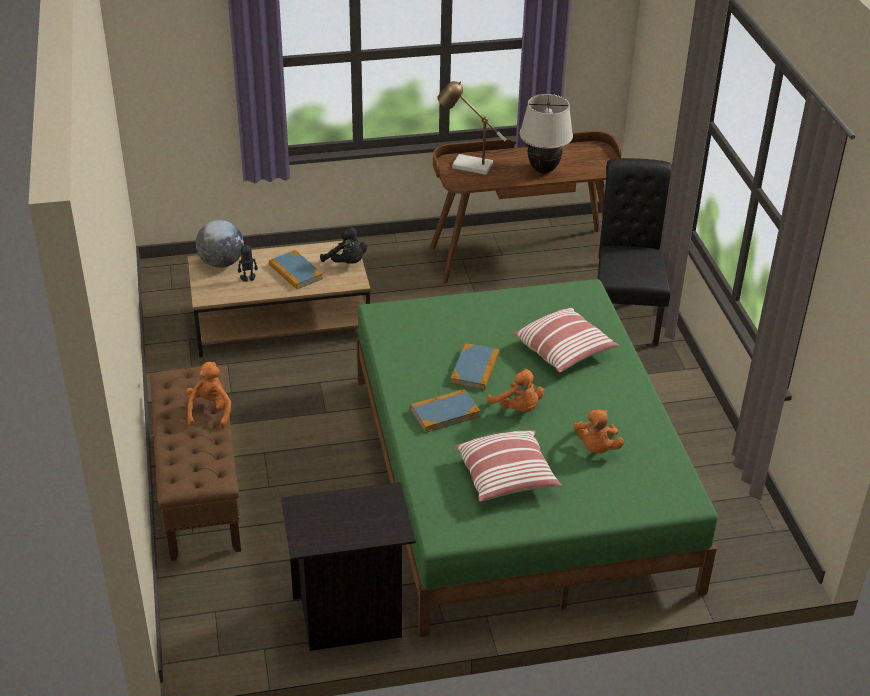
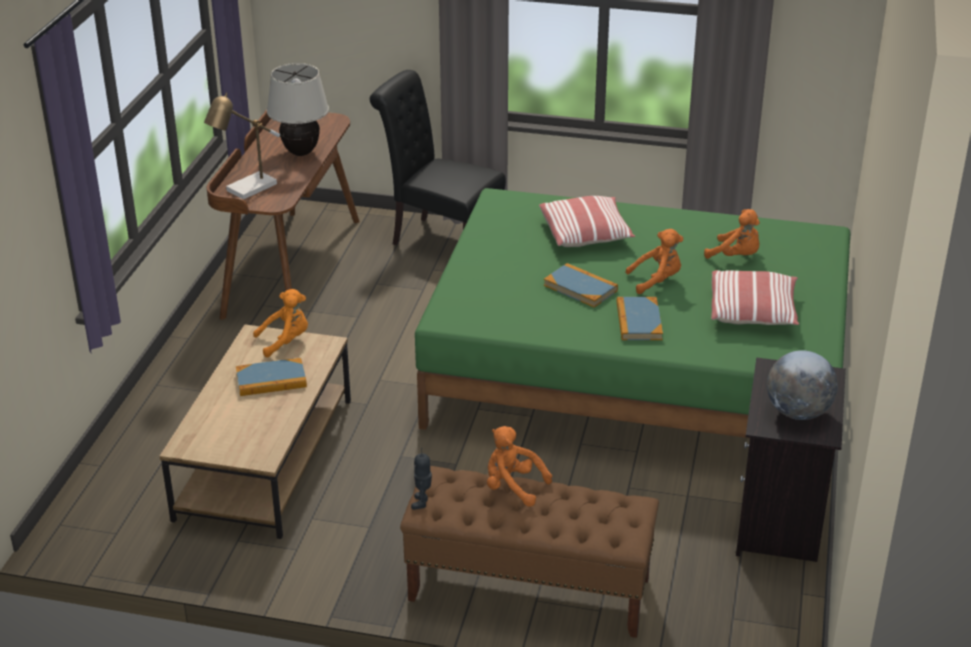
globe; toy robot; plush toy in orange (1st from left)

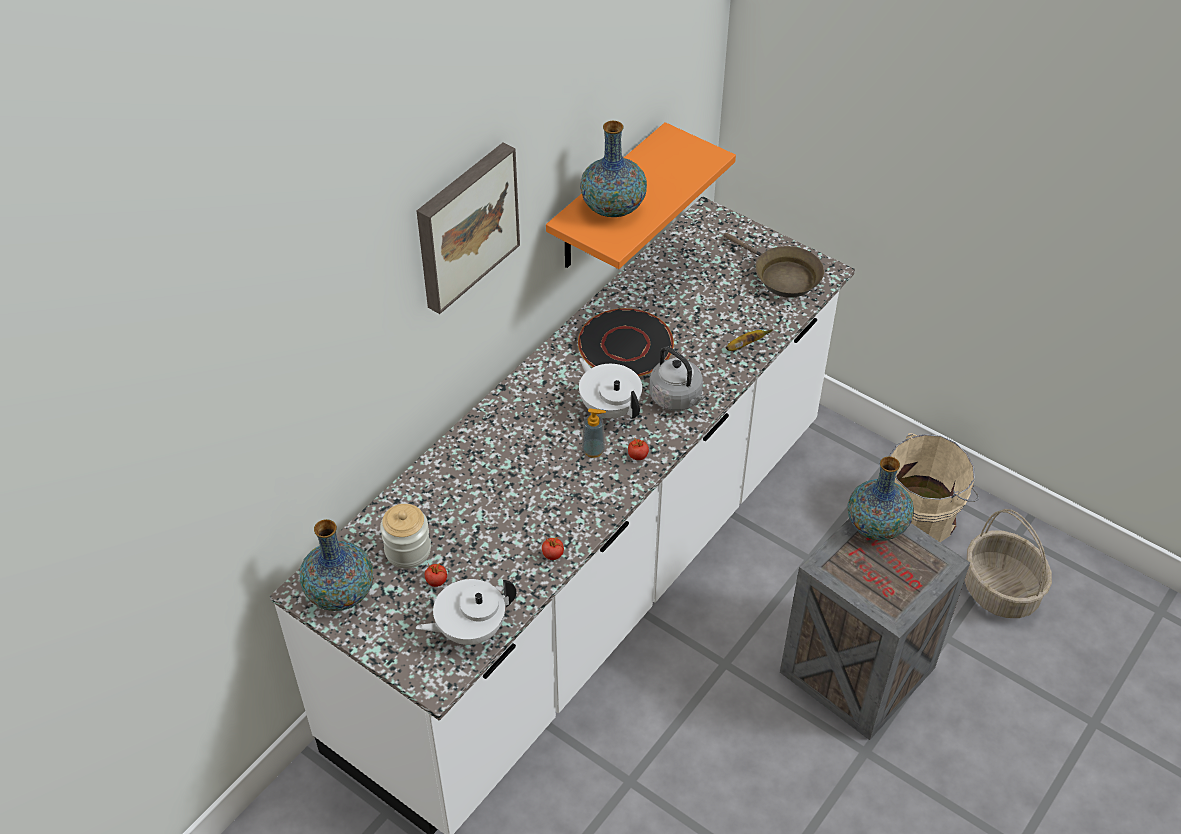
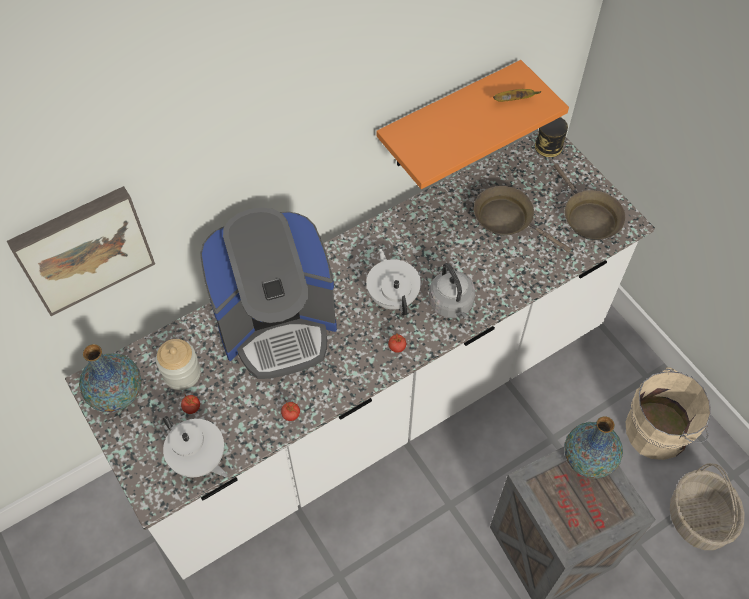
teapot in white (1st from left); picture; plate in black; vase (2nd from left in the first image); soap dispenser; banana; coffee machine; frying pan in brown (1st from left); can

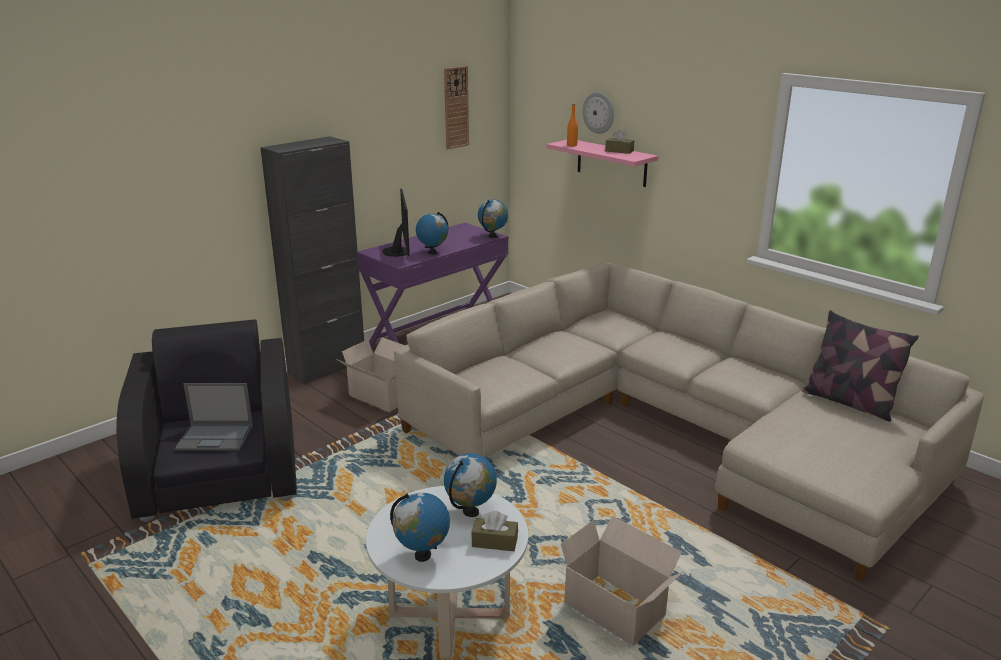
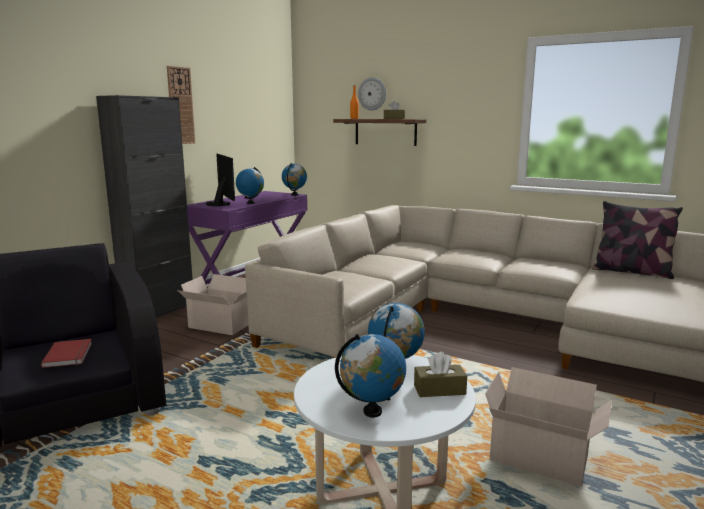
book in red; wall clock (1st from left); shelf in brown

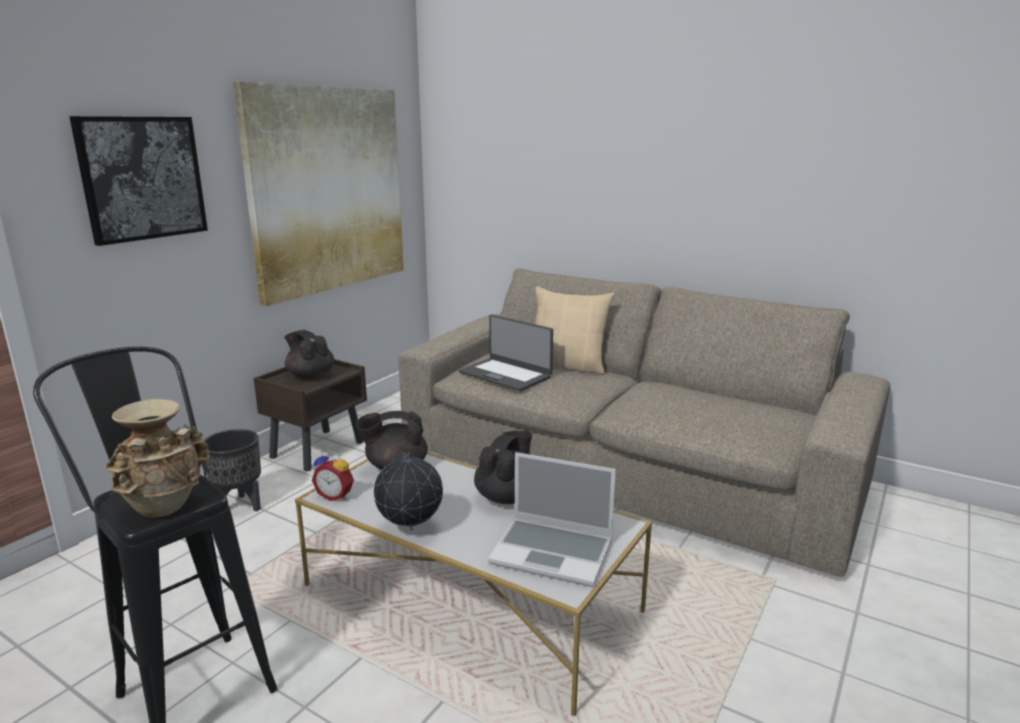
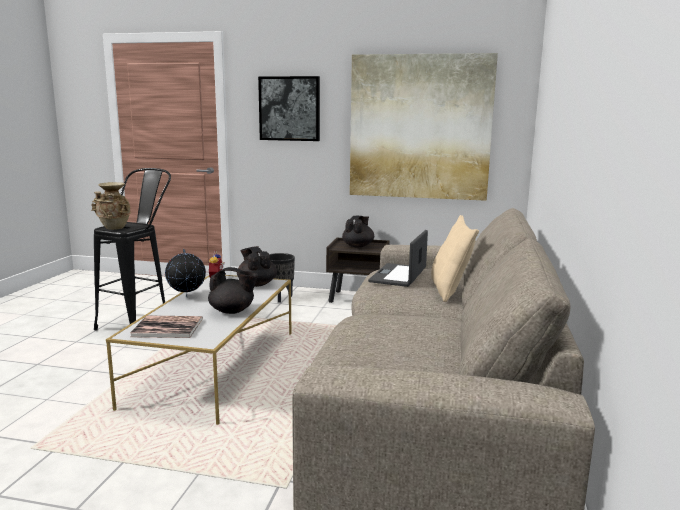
book

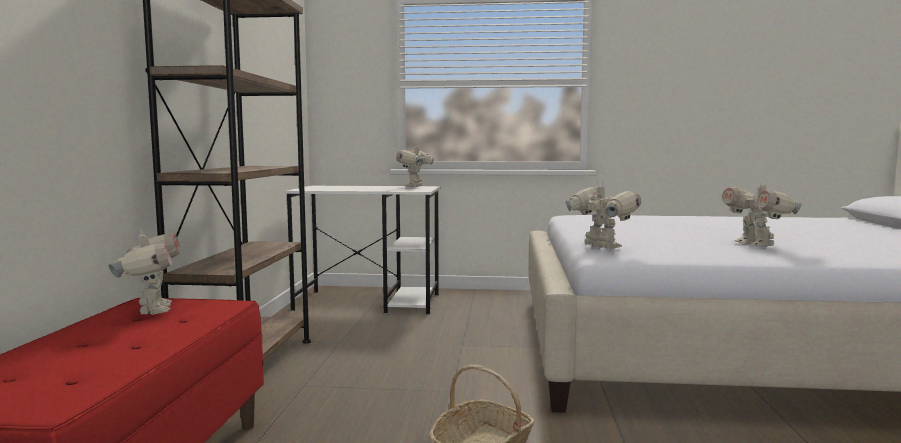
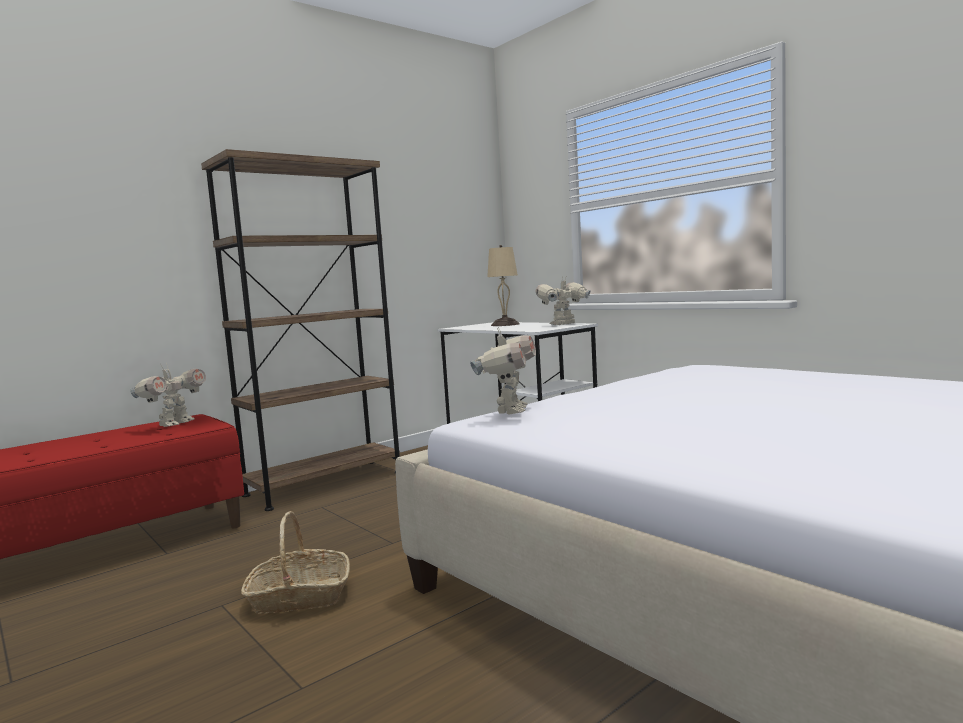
toy robot (4th from left in the first image); table lamp in beige

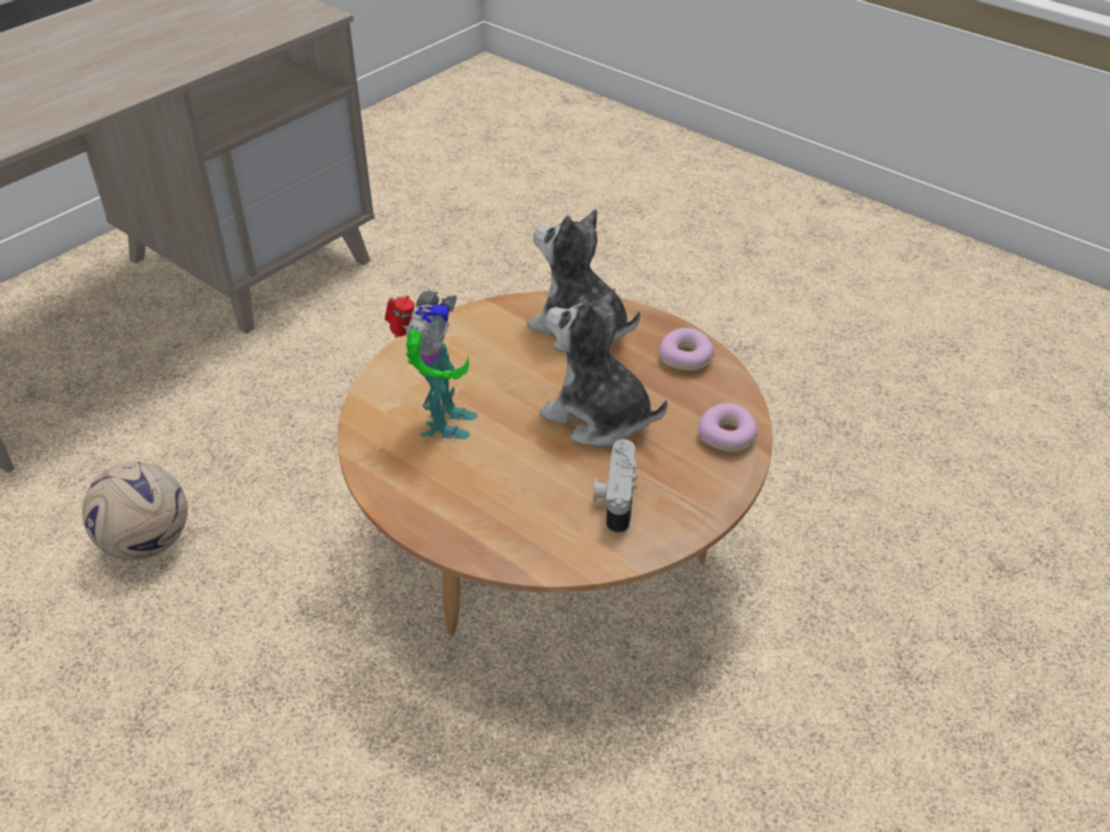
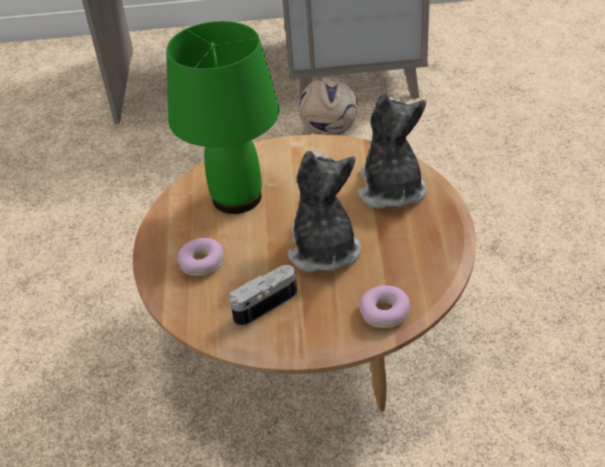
football; table lamp in green; donut (1st from left)

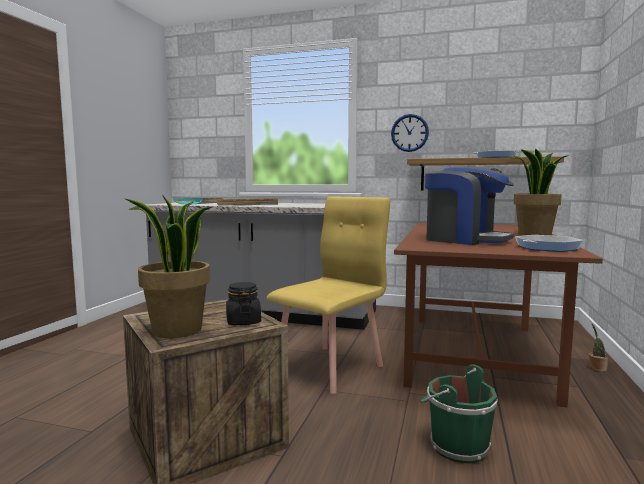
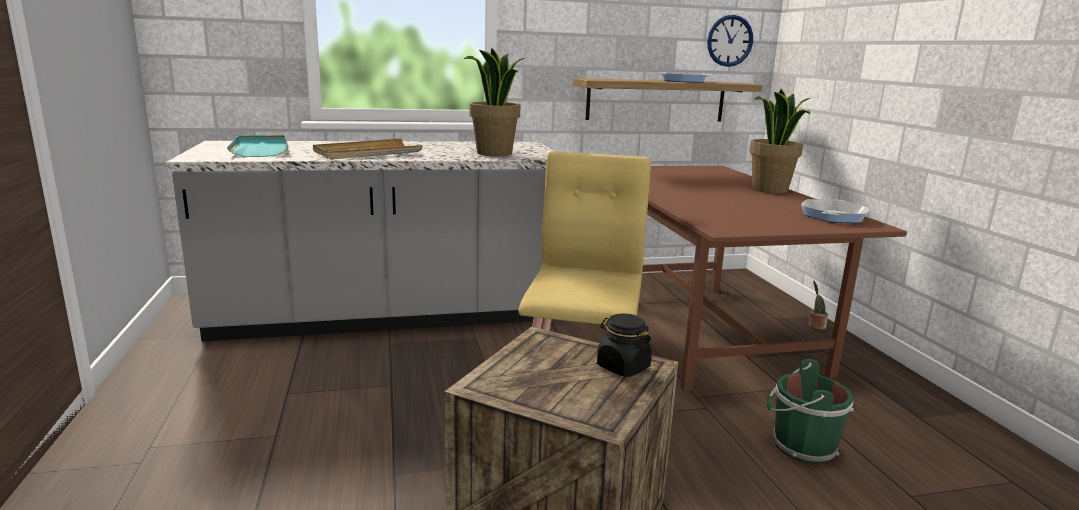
potted plant (1st from left); wall clock; coffee machine

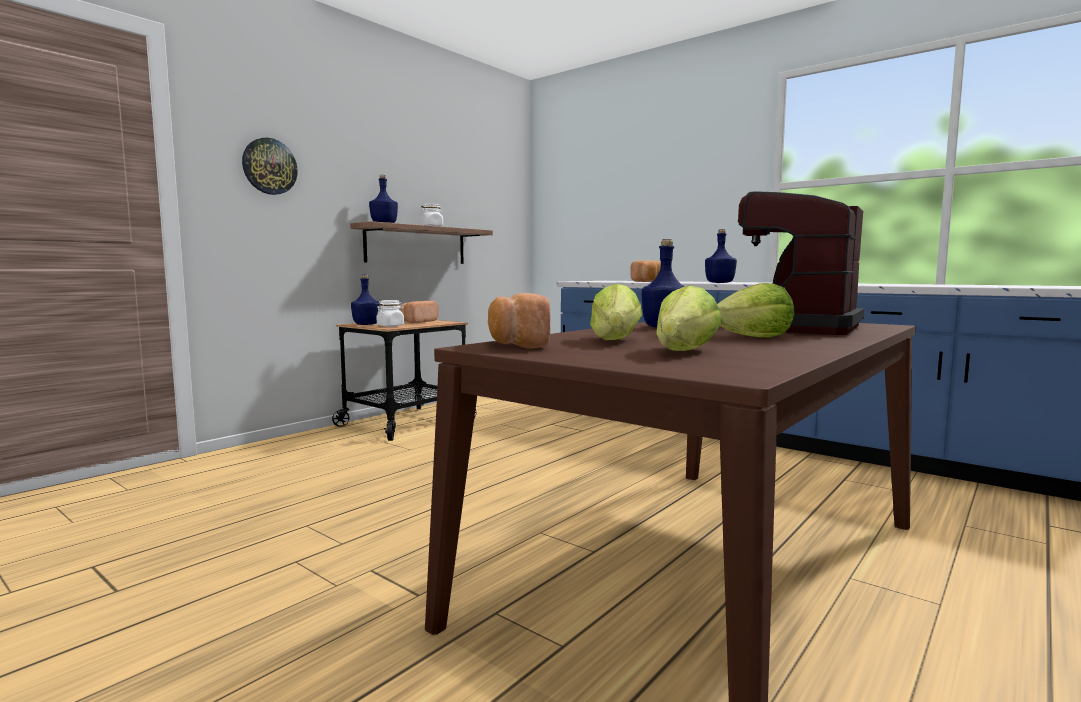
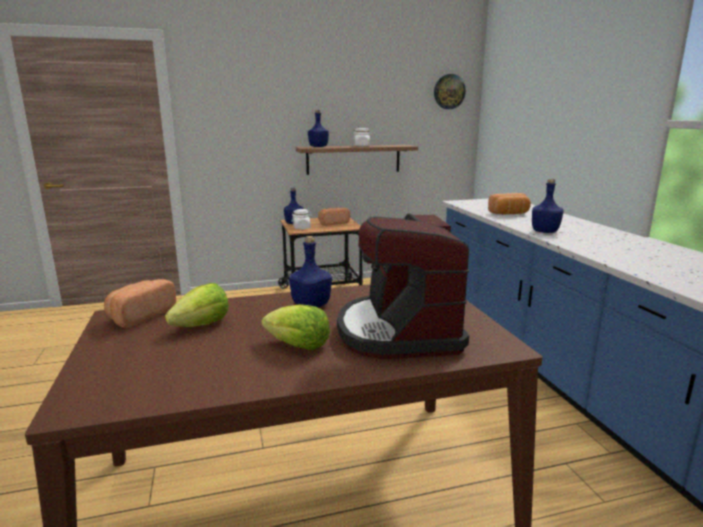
wall clock; lettuce (2nd from left in the first image); coffee machine

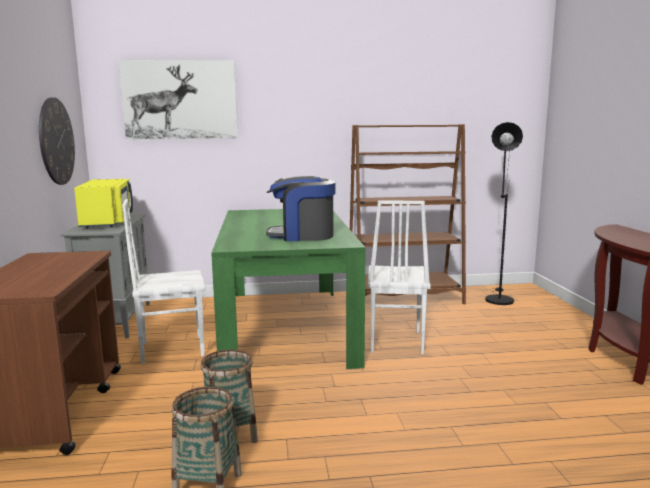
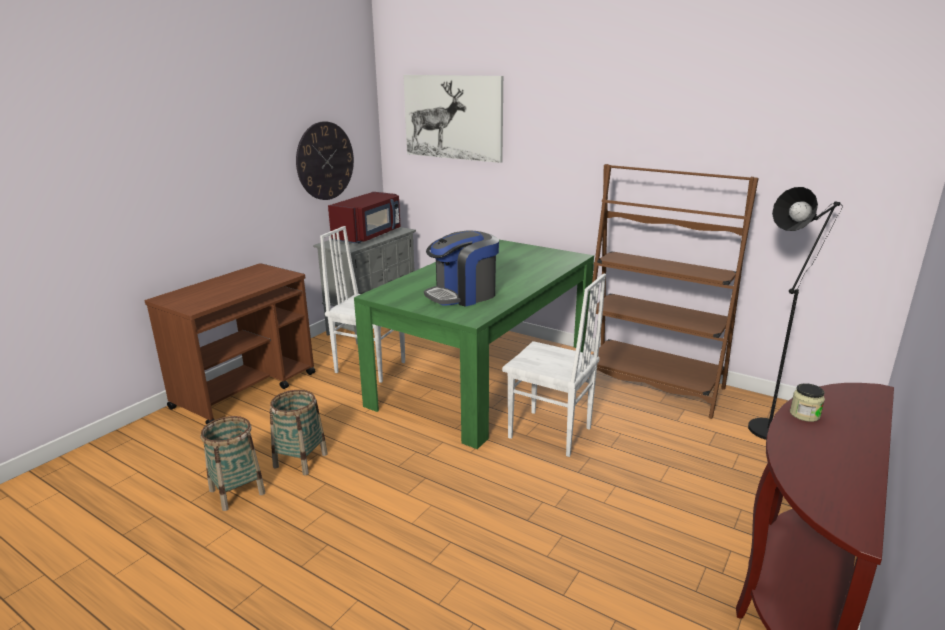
microwave in red; coffee machine; chair in white (2nd from left); jar

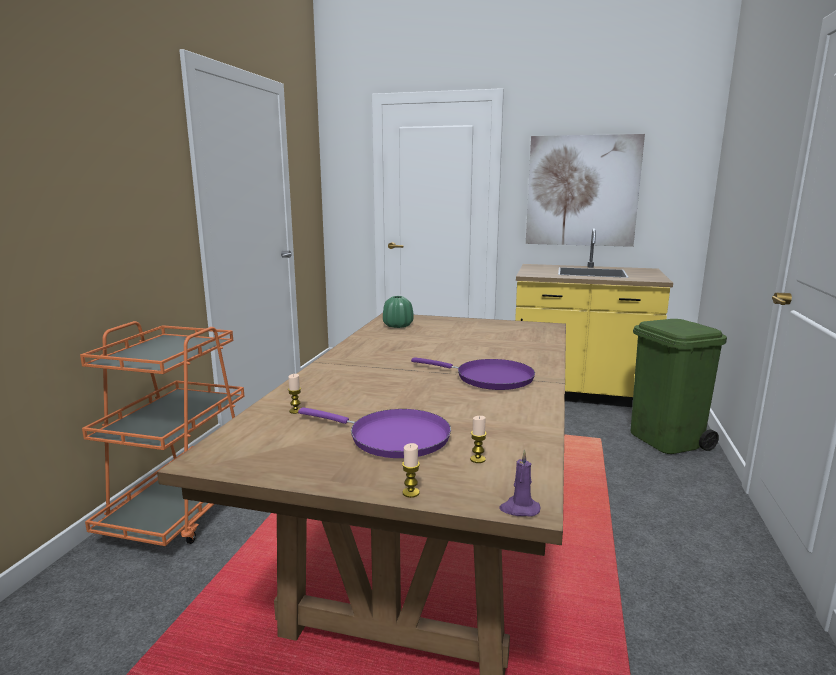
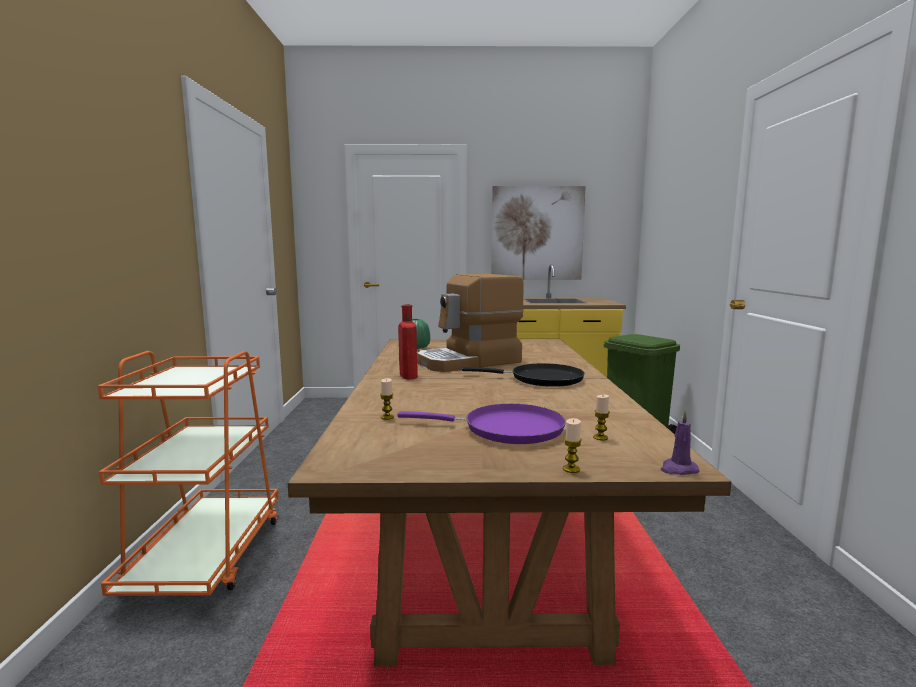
frying pan in black; bottle in red; coffee machine

